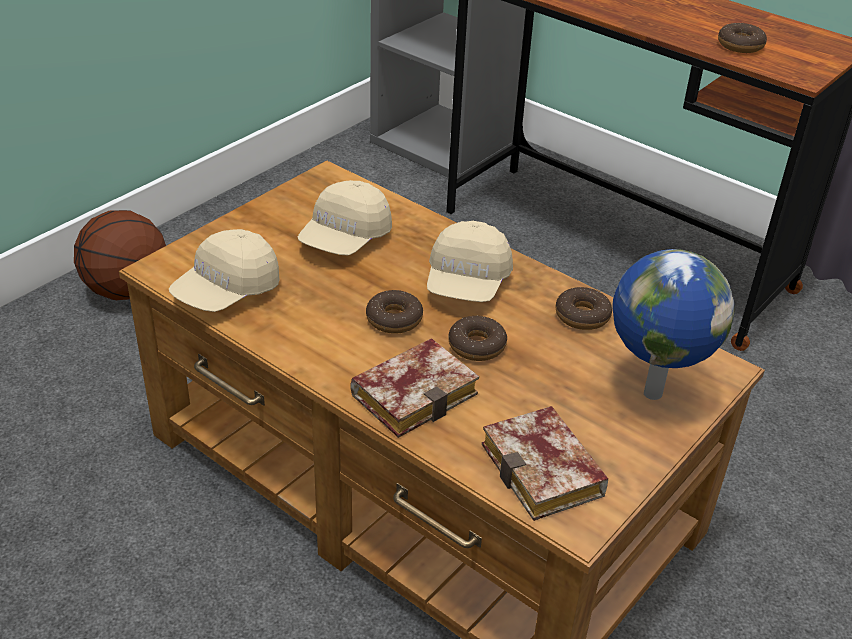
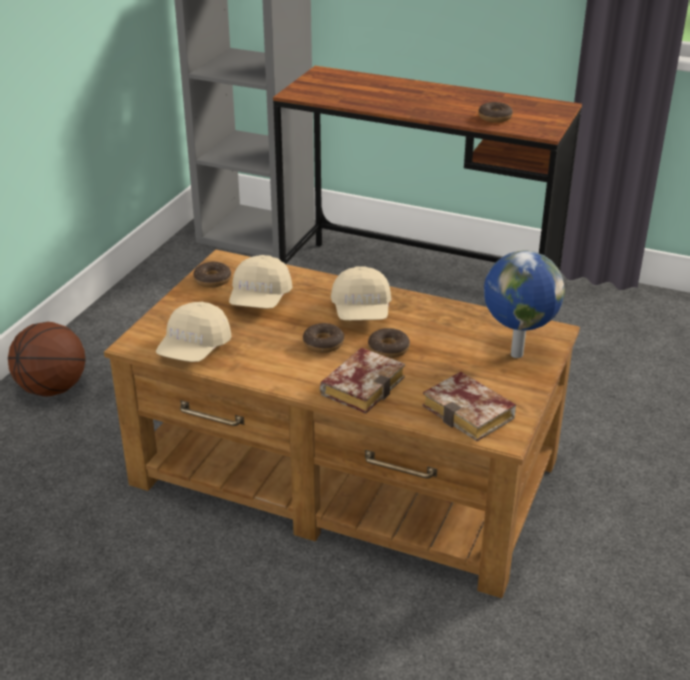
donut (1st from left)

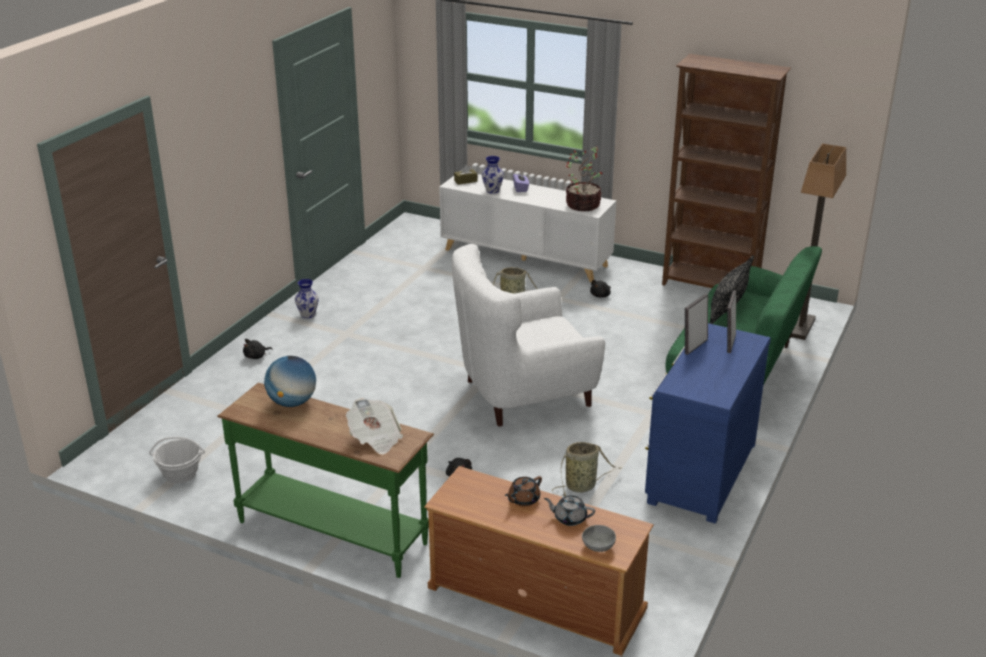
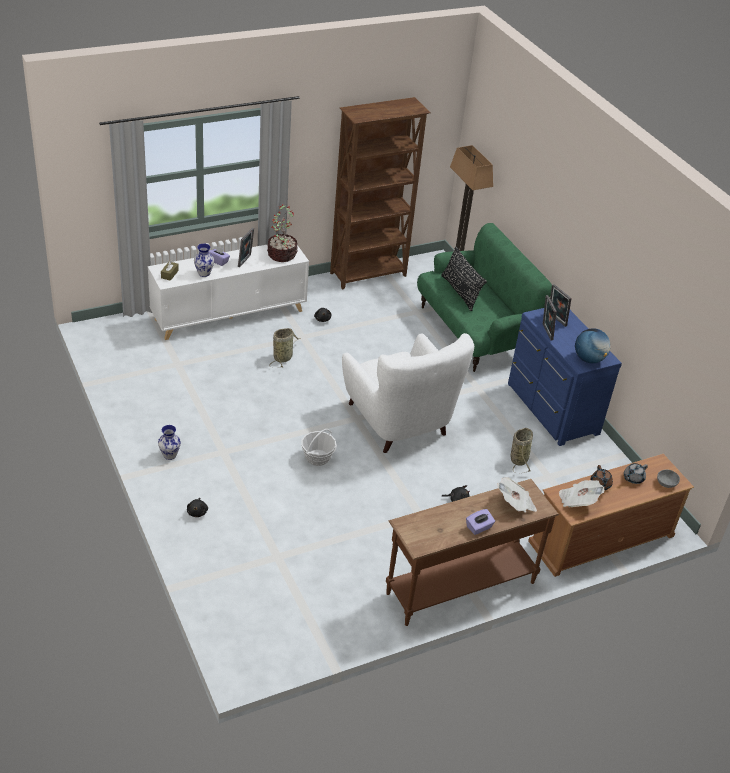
basket (2nd from left); console table in brown; globe; armchair in white; picture frame (1st from left); tissue box in purple (2nd from left); newspaper (2nd from left)

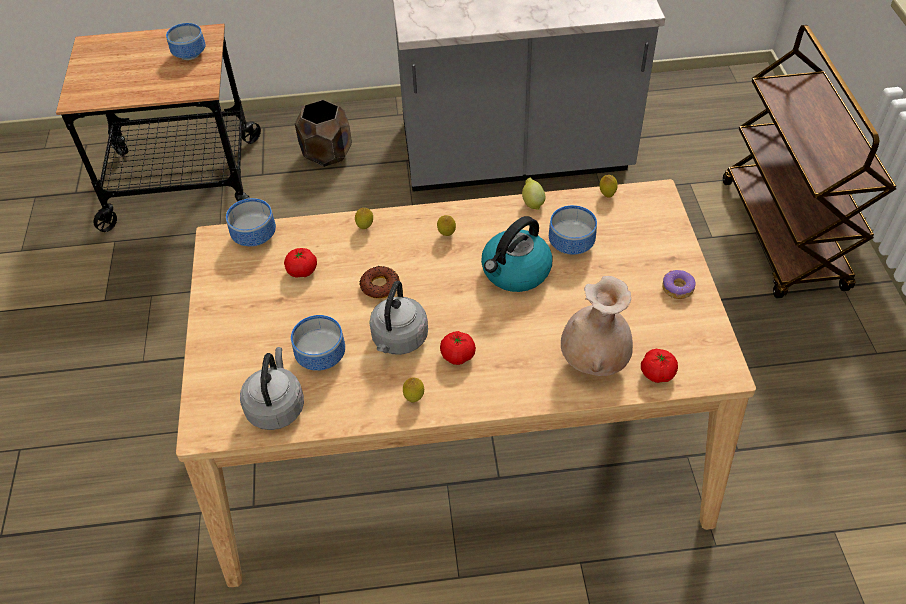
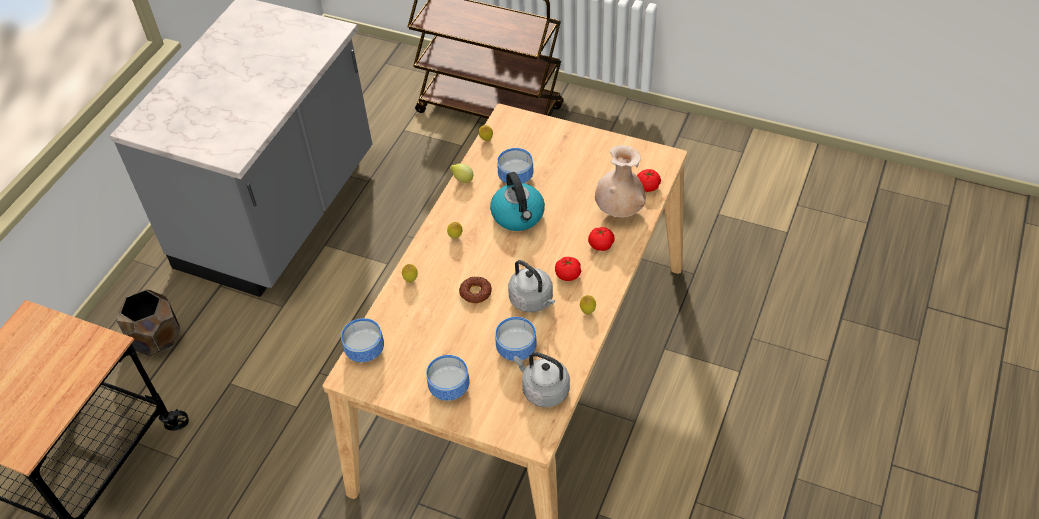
bowl (2nd from left); tomato (2nd from left); donut (2nd from left in the first image)

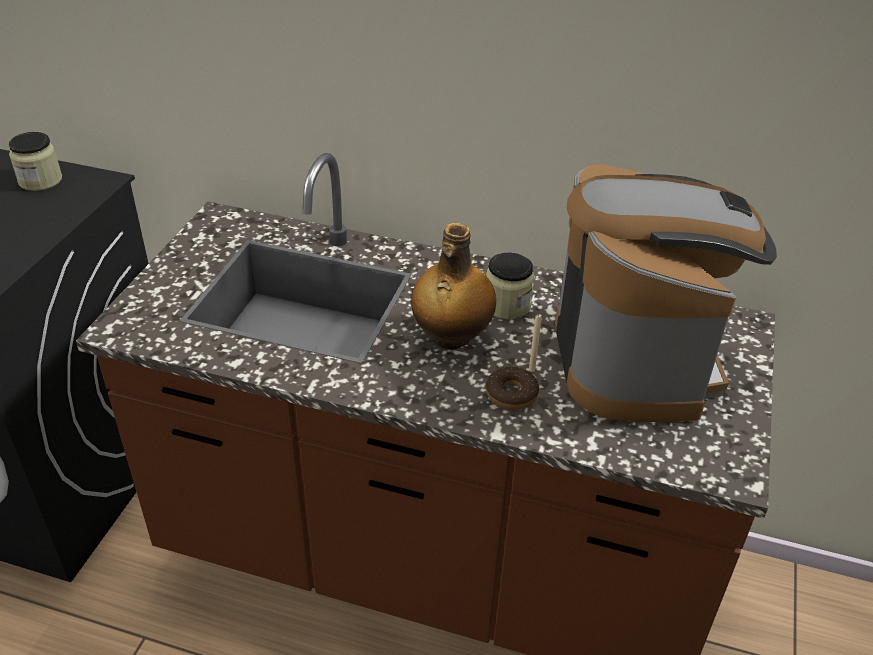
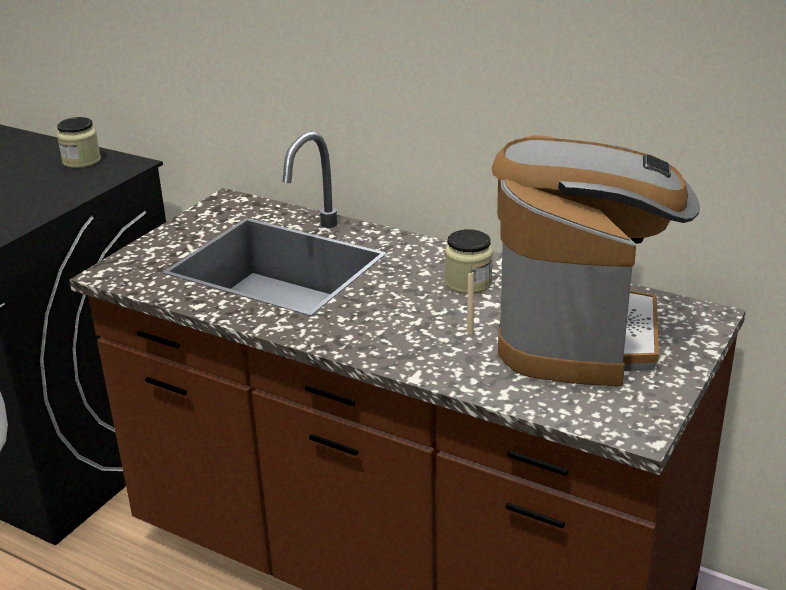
bottle; donut

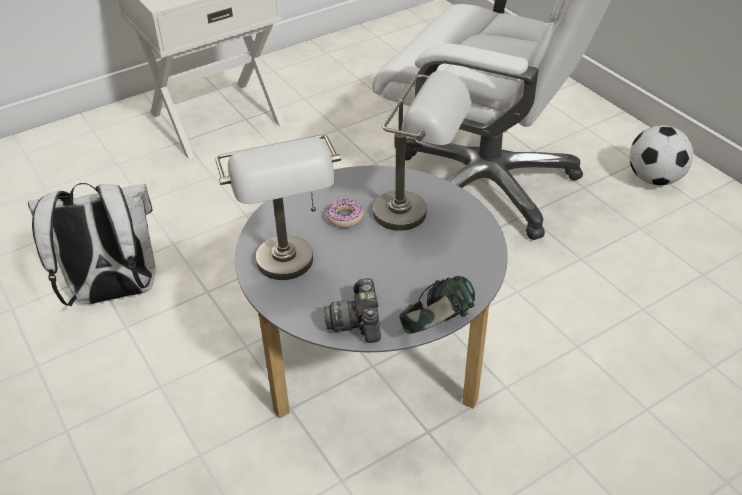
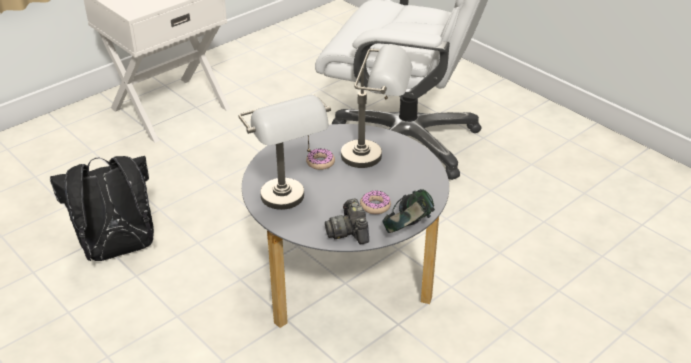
backpack in black; football; donut (2nd from left)

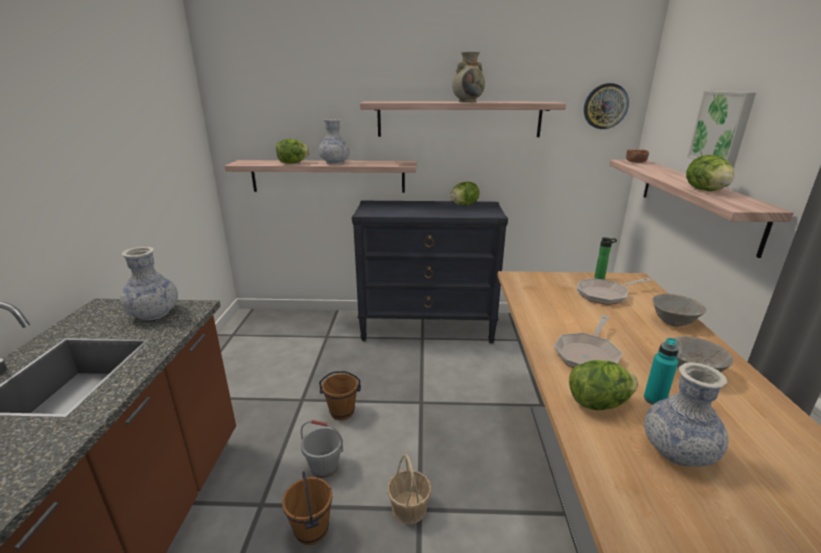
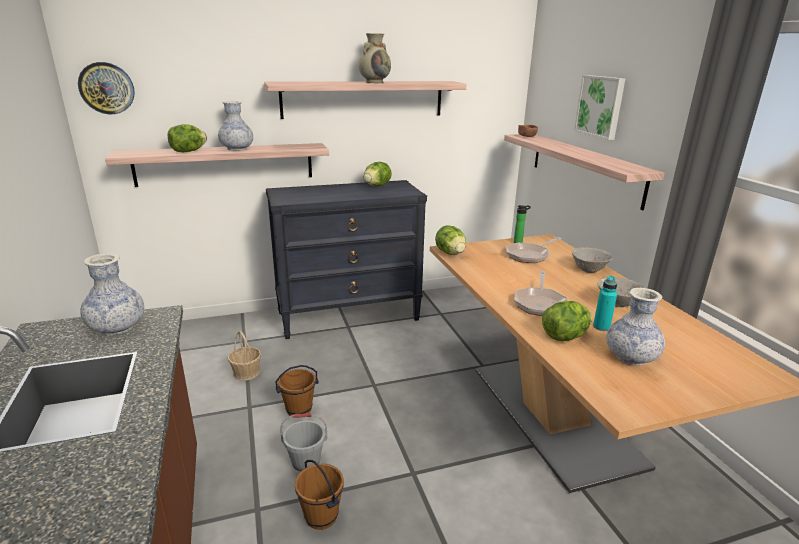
basket; wall clock; lettuce (3rd from left)

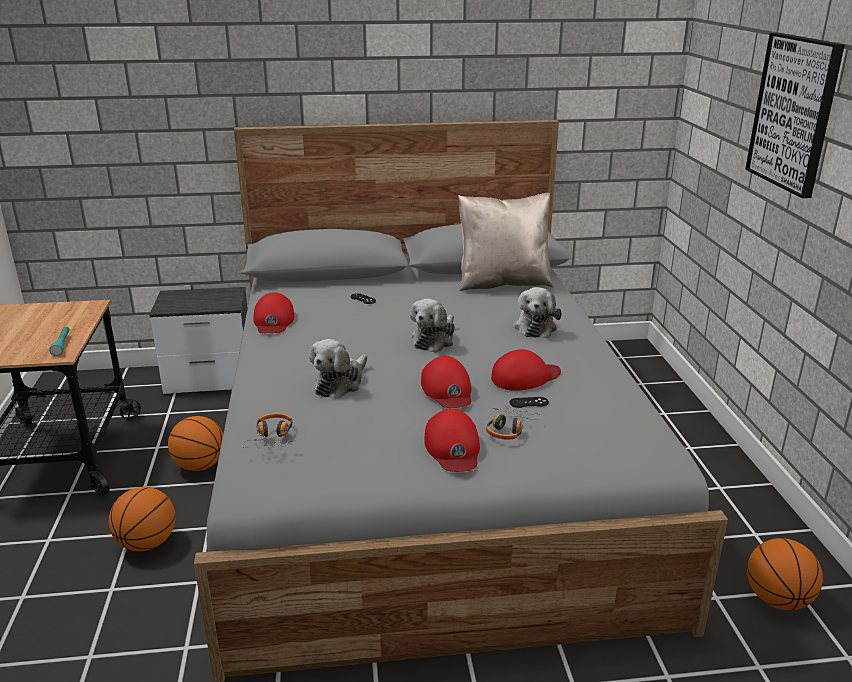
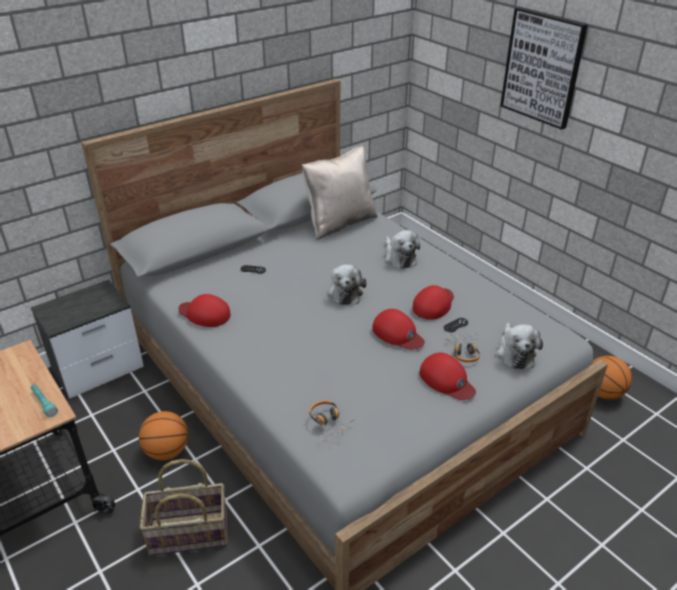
basket; cap in red (1st from left); plush toy (3rd from left)

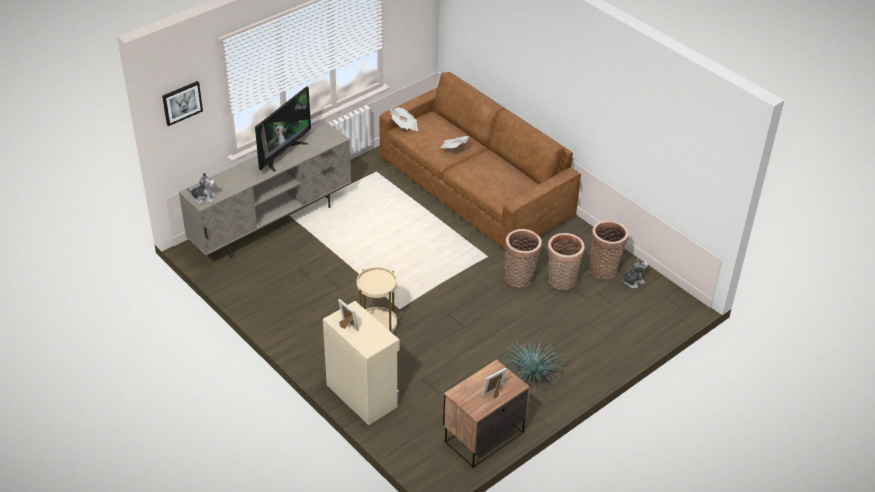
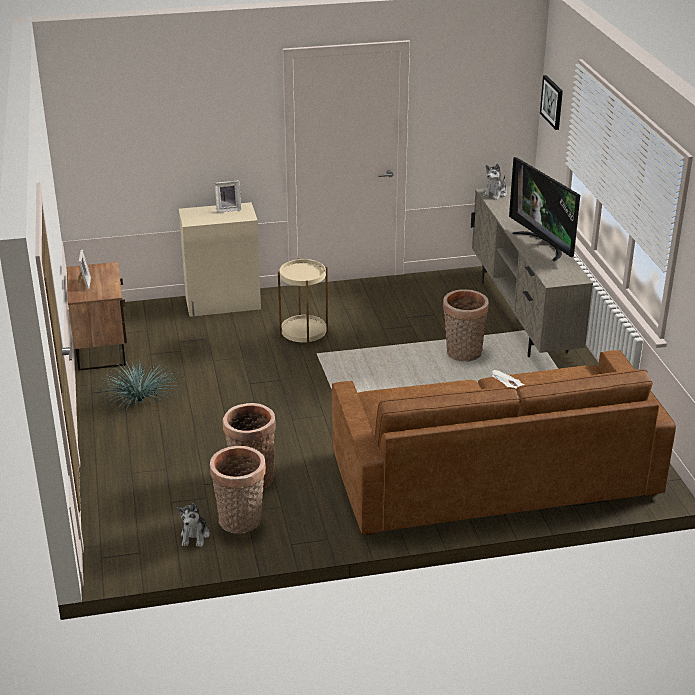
newspaper (1st from left in the first image); basket (3rd from left)

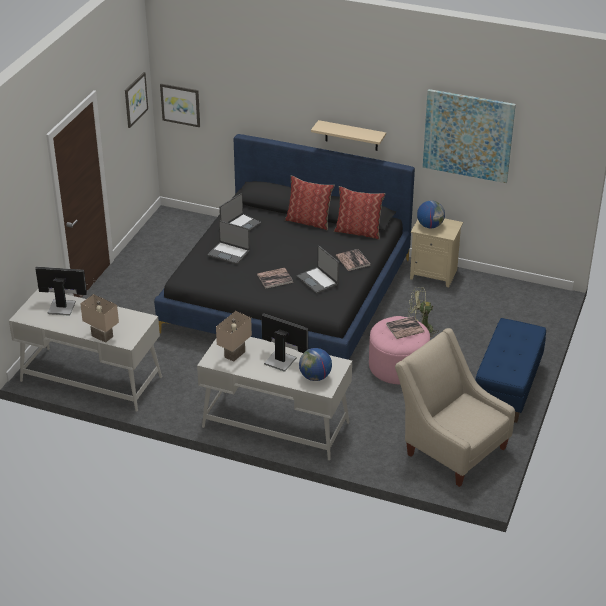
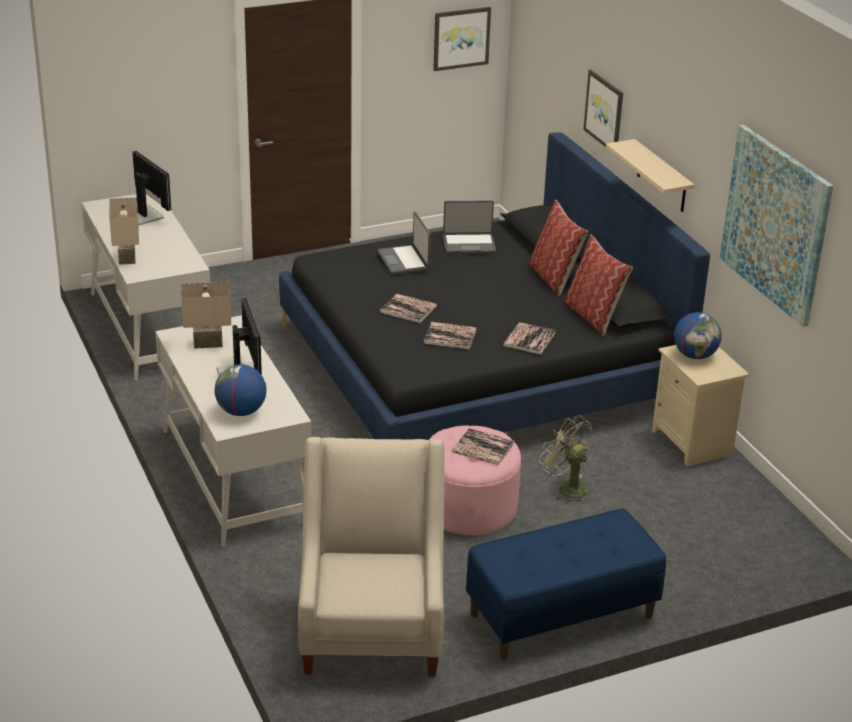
picture (2nd from left); book (2nd from left)

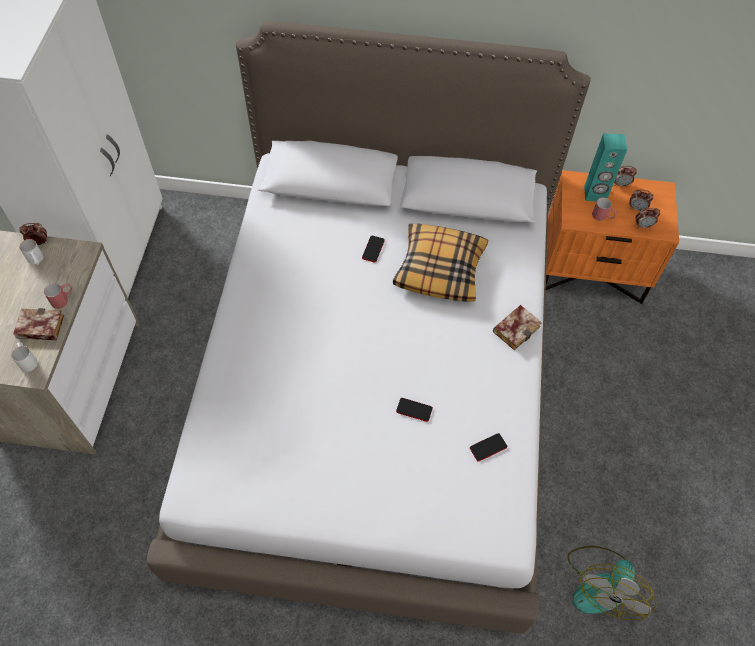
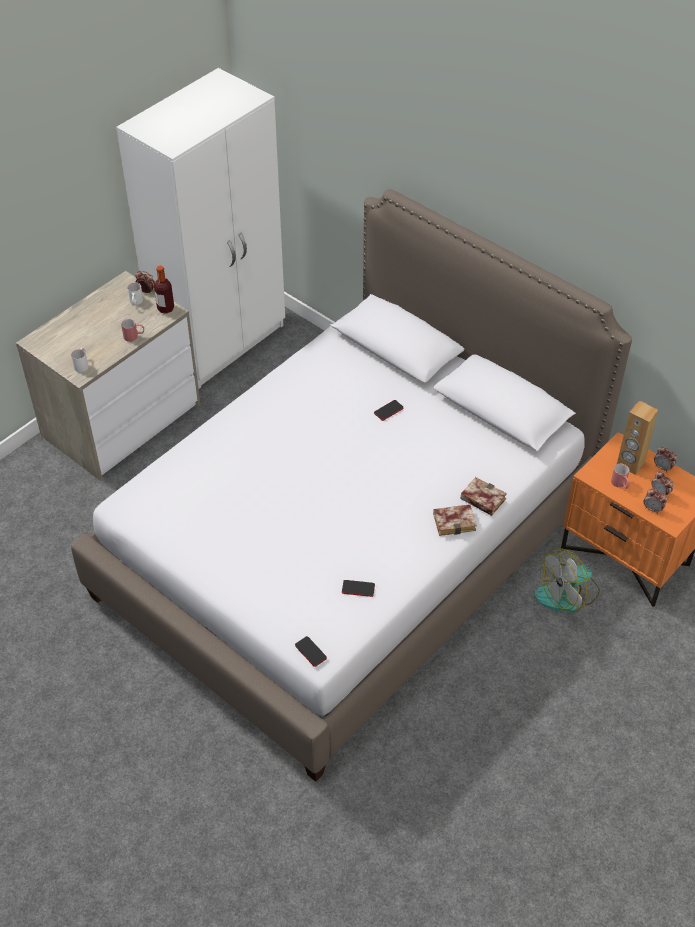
book (2nd from left); pillow; phone (1st from left); fan; speaker in brown; bottle

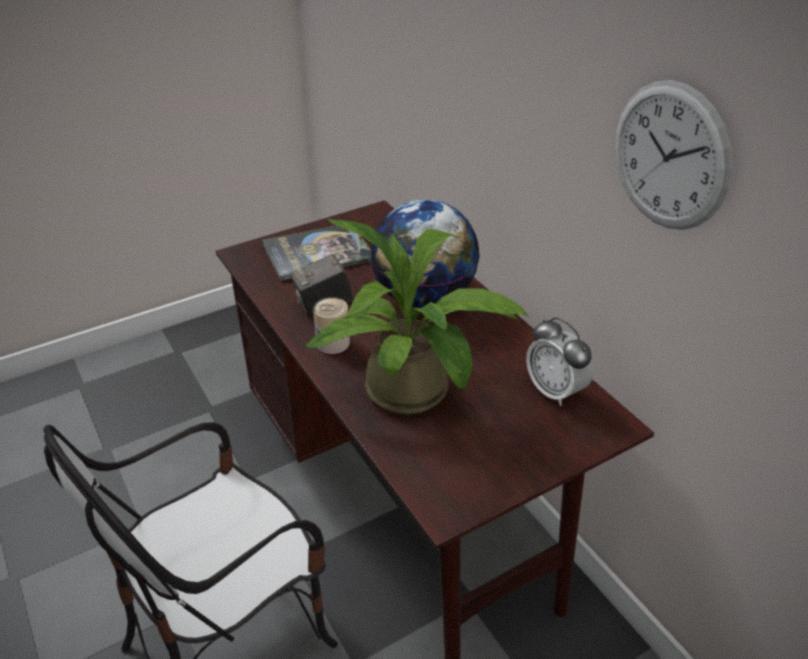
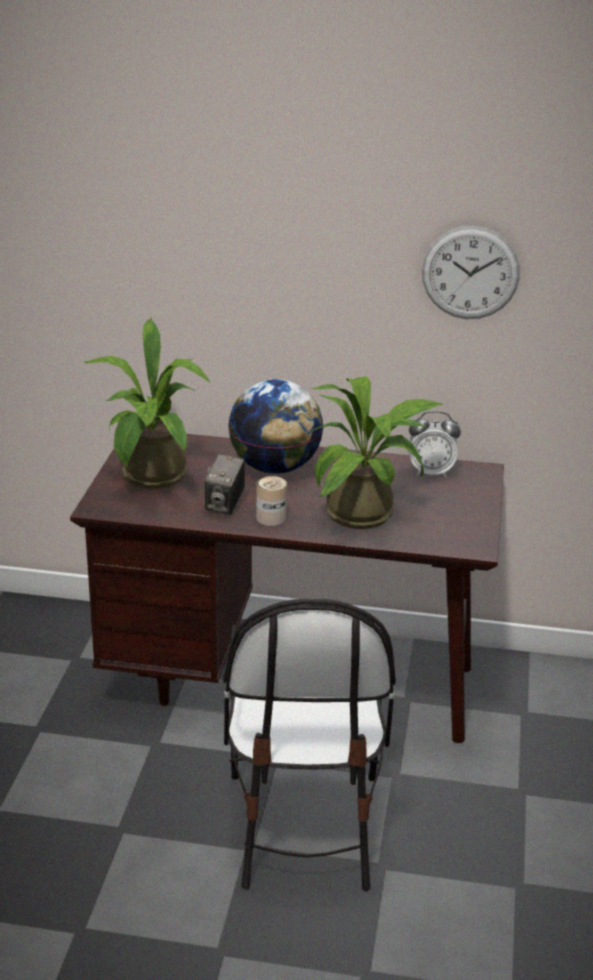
potted plant (1st from left)

